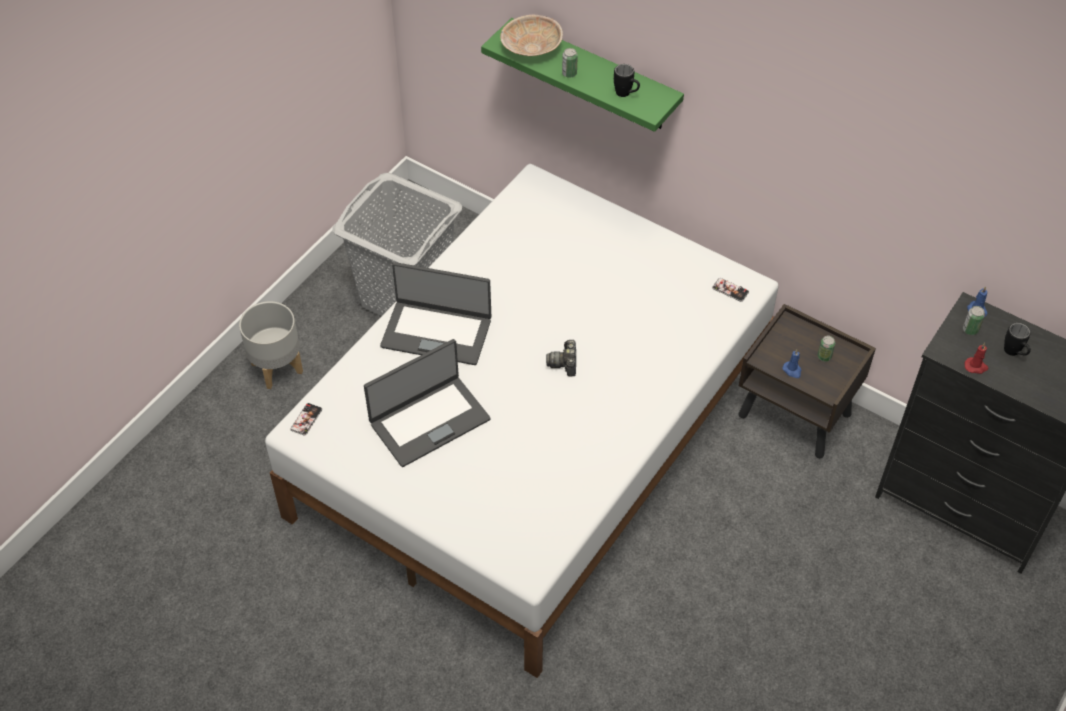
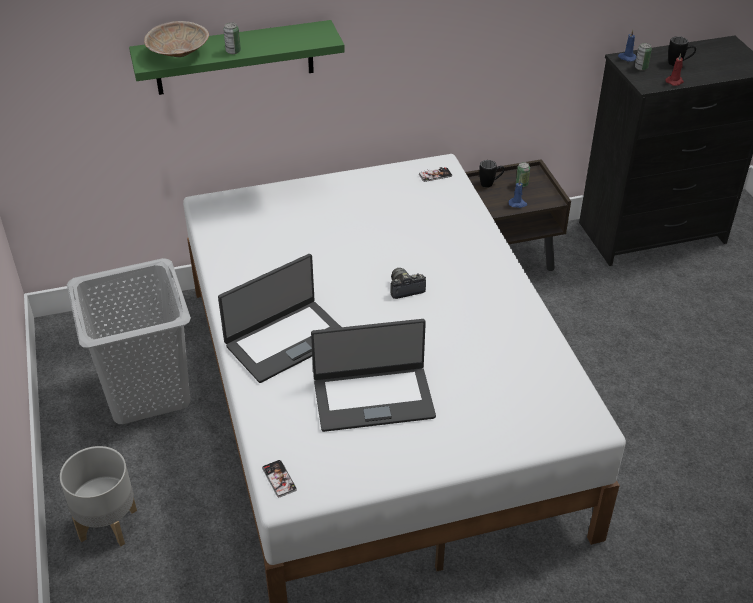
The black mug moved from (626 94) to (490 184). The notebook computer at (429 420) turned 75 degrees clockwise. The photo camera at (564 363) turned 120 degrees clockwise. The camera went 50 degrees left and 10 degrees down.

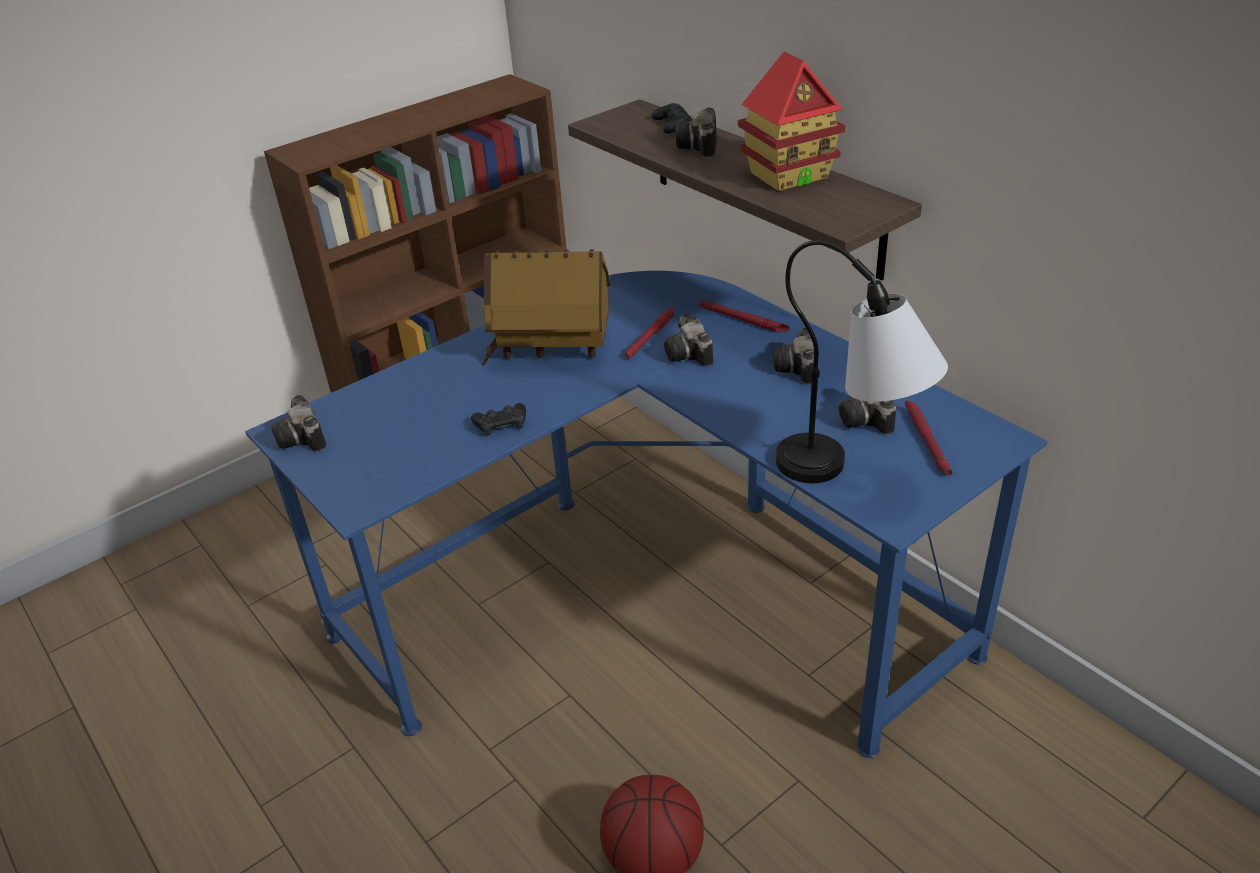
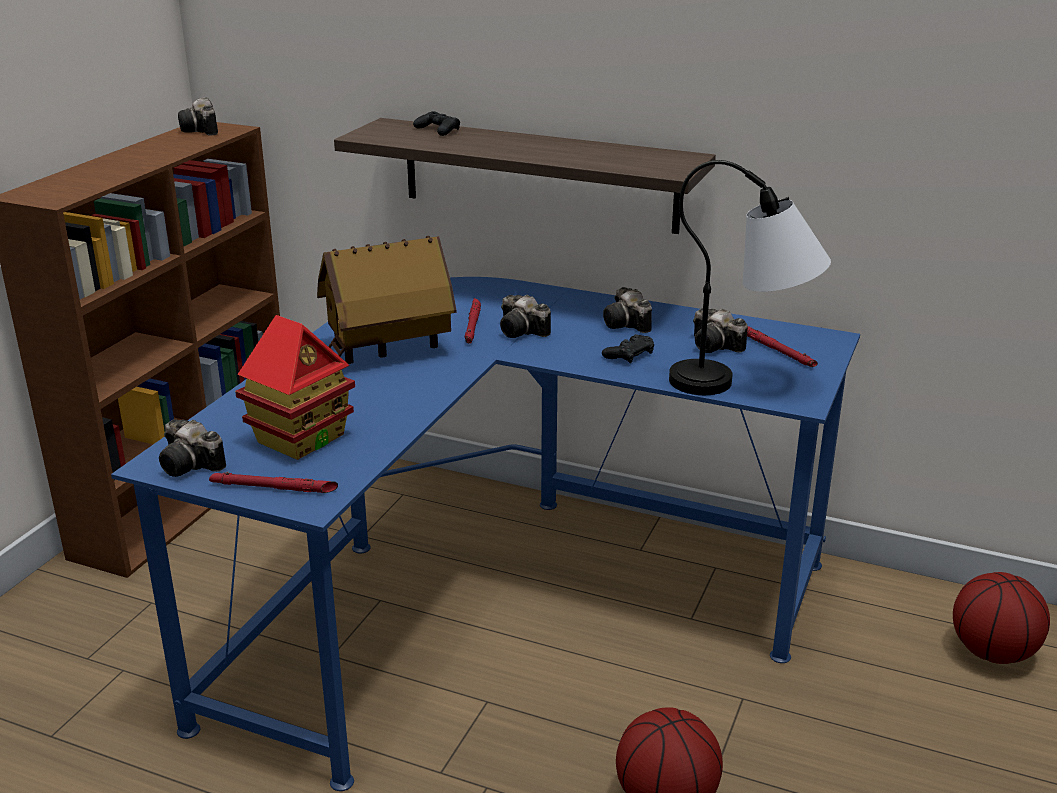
The miniature house moved from (789 175) to (301 438). The photo camera moved from (700 147) to (202 131). The red-coloured flashlight moved from (743 320) to (273 487). The black game controller moved from (501 424) to (629 355). The basketball at (991 652) appeared. The camera went 30 degrees left and 10 degrees down.

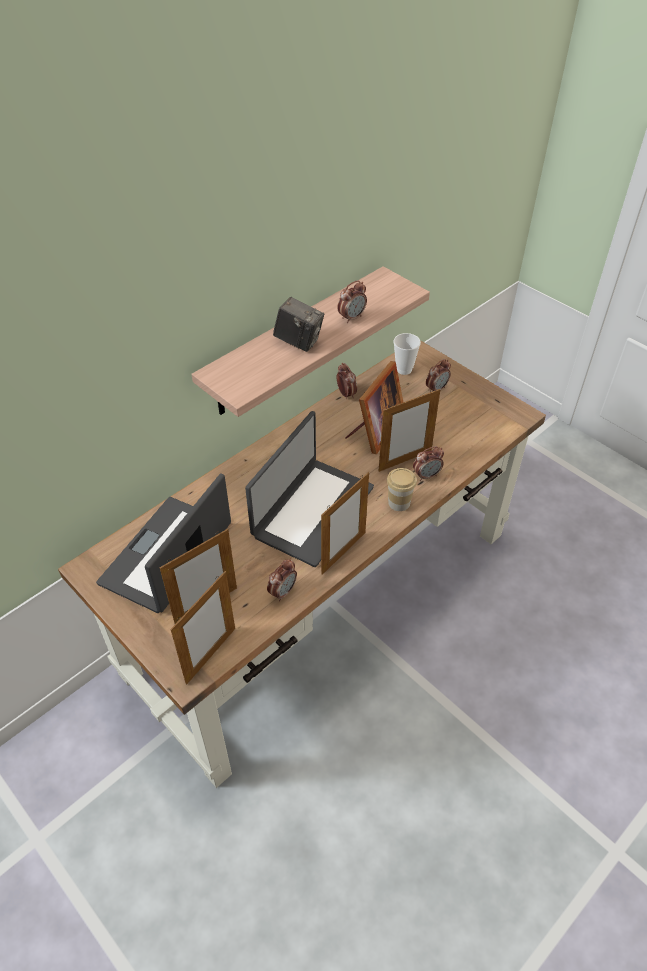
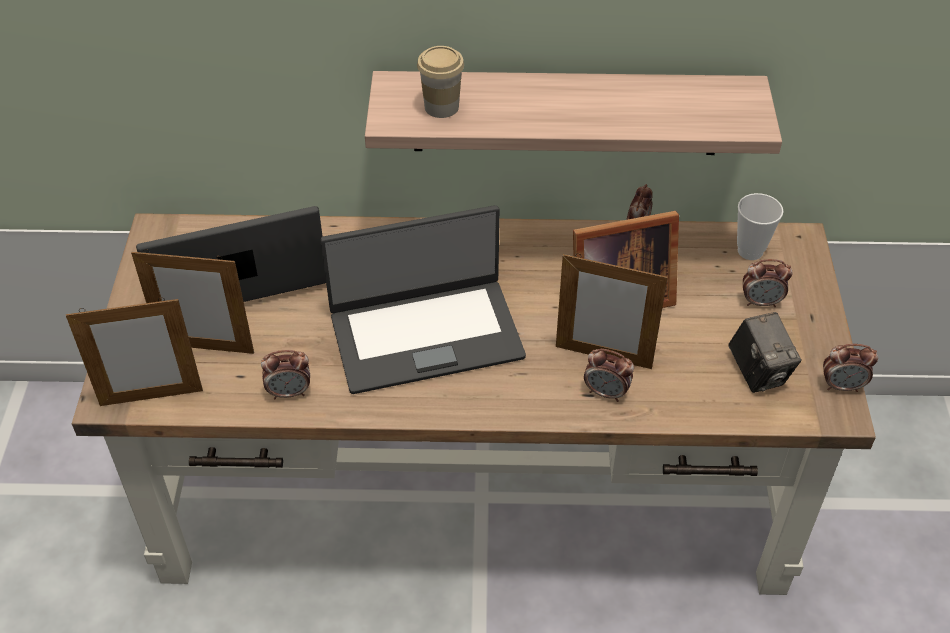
The table clock moved from (351 317) to (842 386). The photo camera moved from (299 341) to (758 372). The small cup moved from (399 503) to (441 107). The picture frame at (343 553) disappeared. The camera went 45 degrees right and 0 degrees up.

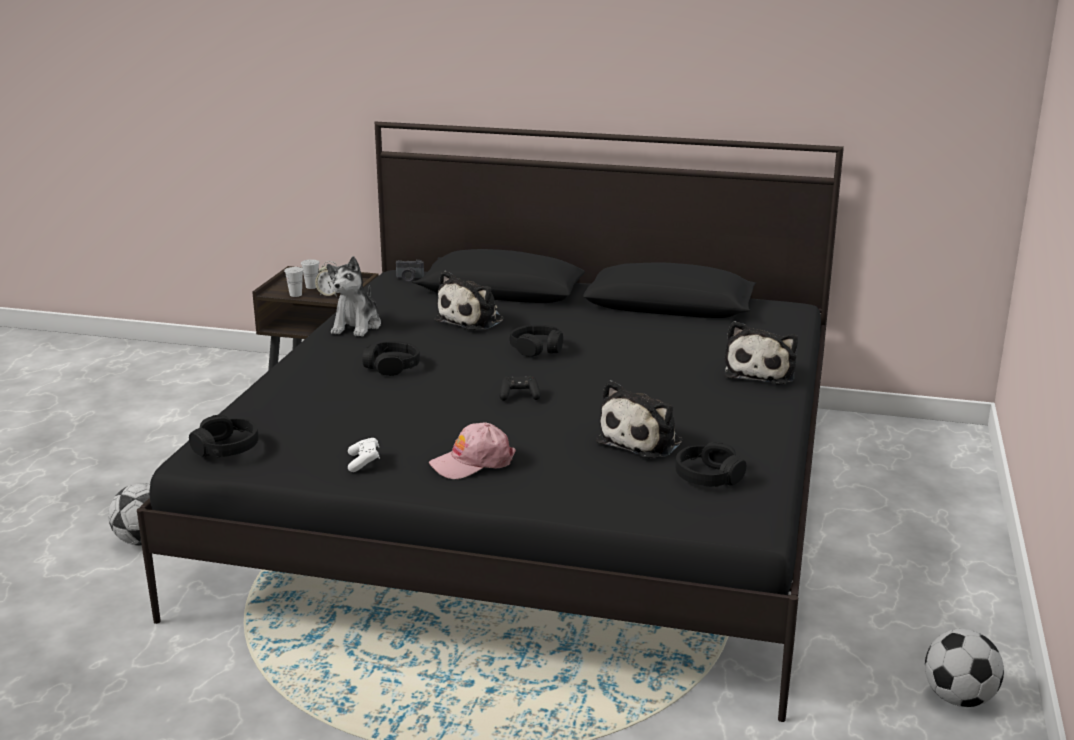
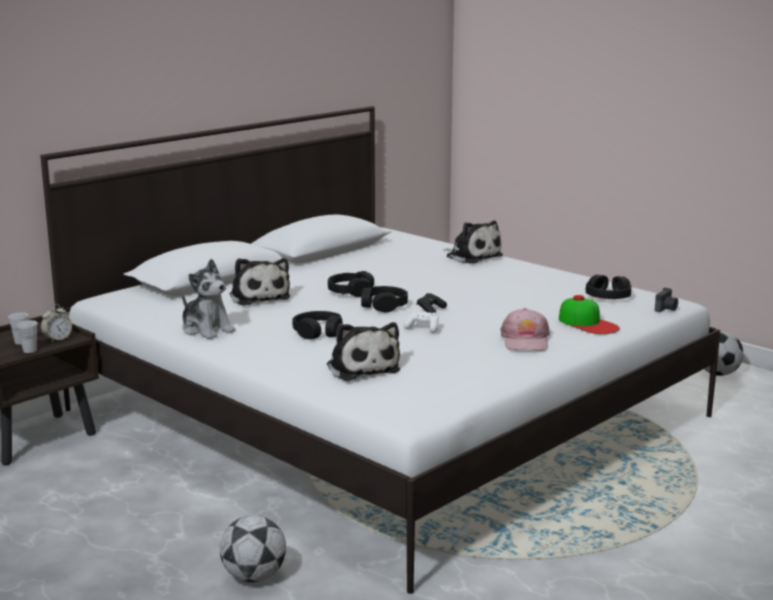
The black bed at (538 500) became the white bed at (386 412). The photo camera moved from (409 279) to (666 309). The cuddly toy moved from (643 440) to (362 368). The black headset moved from (226 448) to (384 306). The white game controller moved from (364 462) to (423 328). The baseball cap at (588 323) appeared. The camera went 60 degrees left and 5 degrees down.

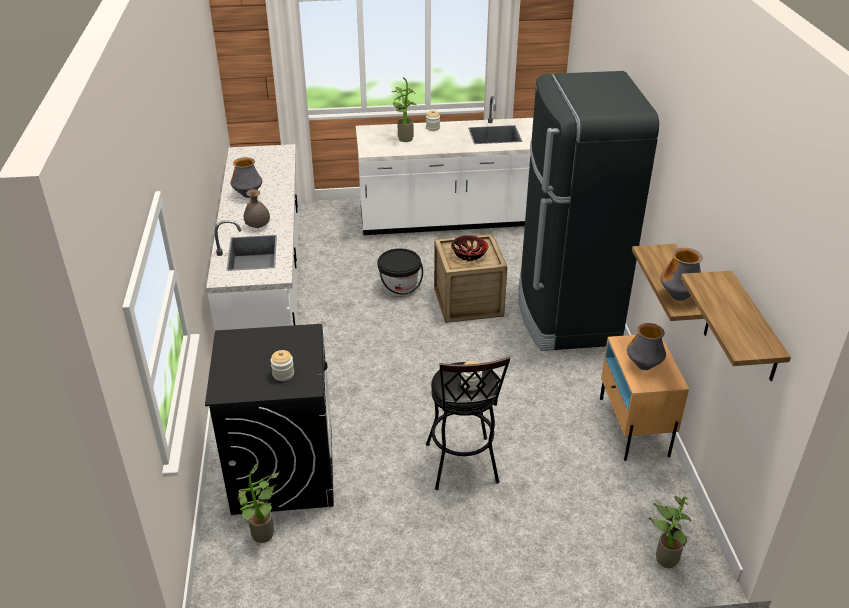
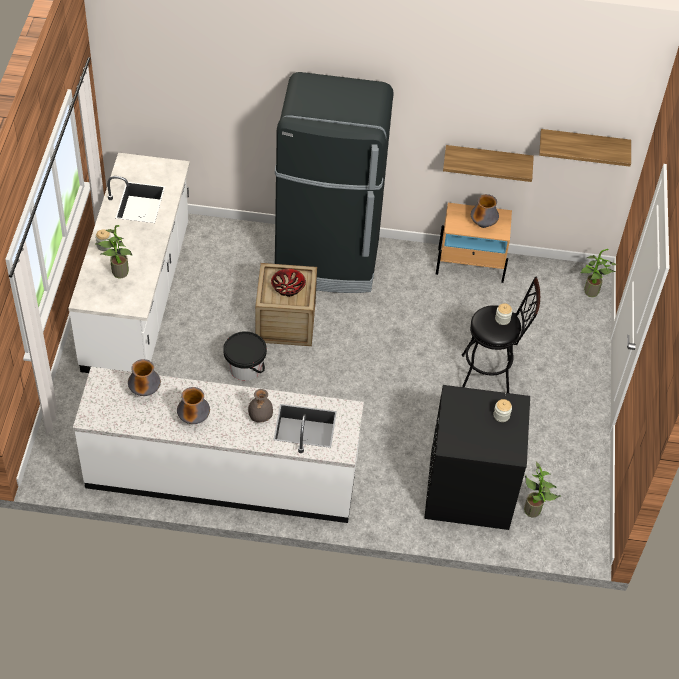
The vase moved from (678 297) to (145 391). The camera went 80 degrees left and 15 degrees up.

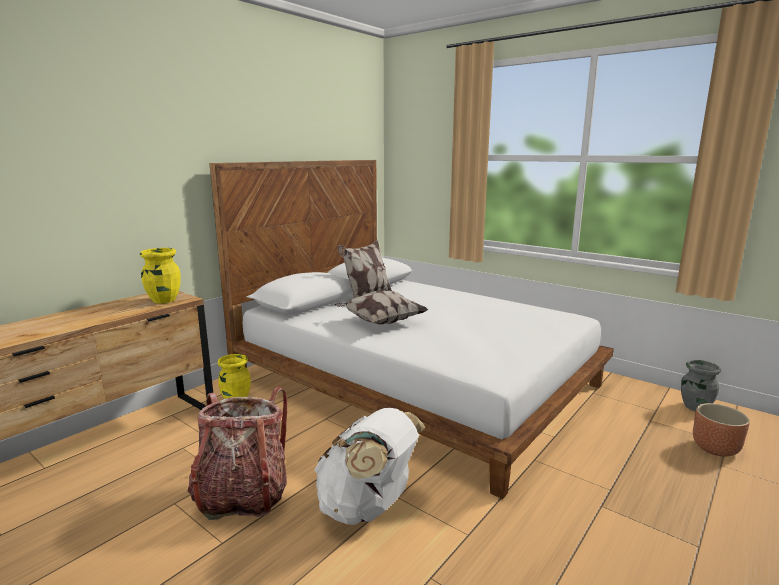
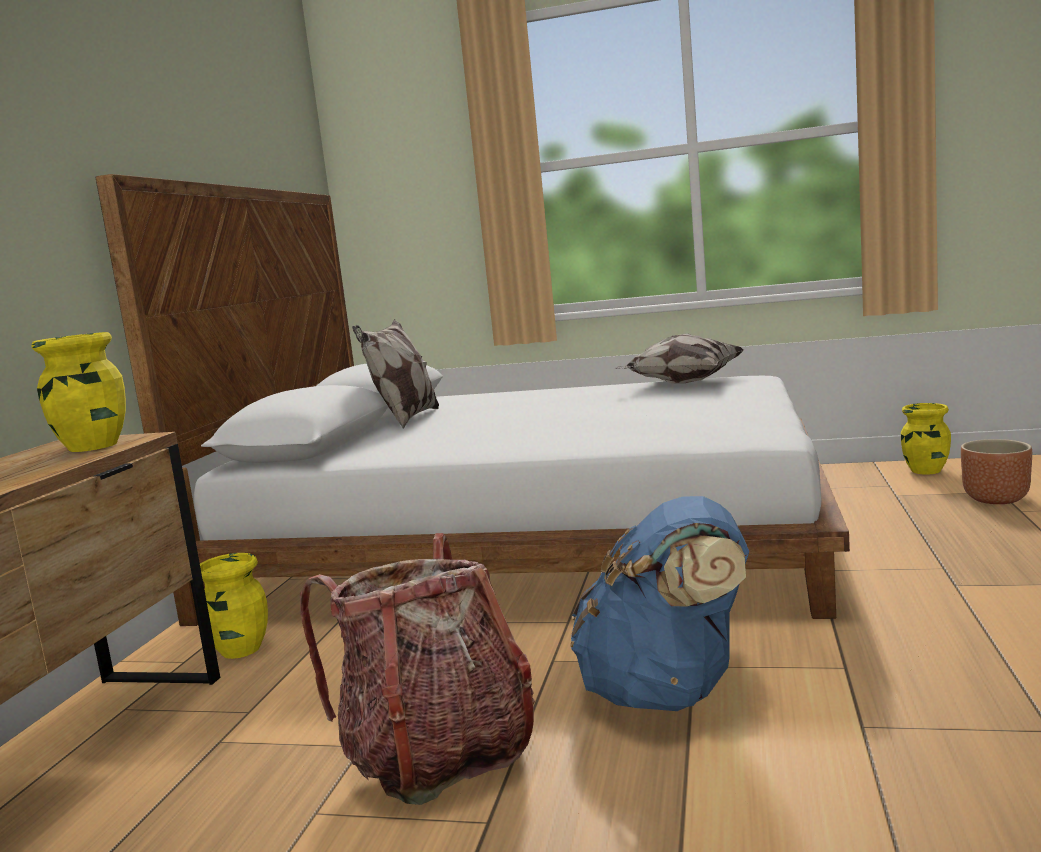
The pillow moved from (380 322) to (681 383). The gray vase at (695 407) became the yellow vase at (925 471). The white rucksack at (368 507) became the blue-coloured rucksack at (667 691). The camera went 25 degrees left and 5 degrees down.

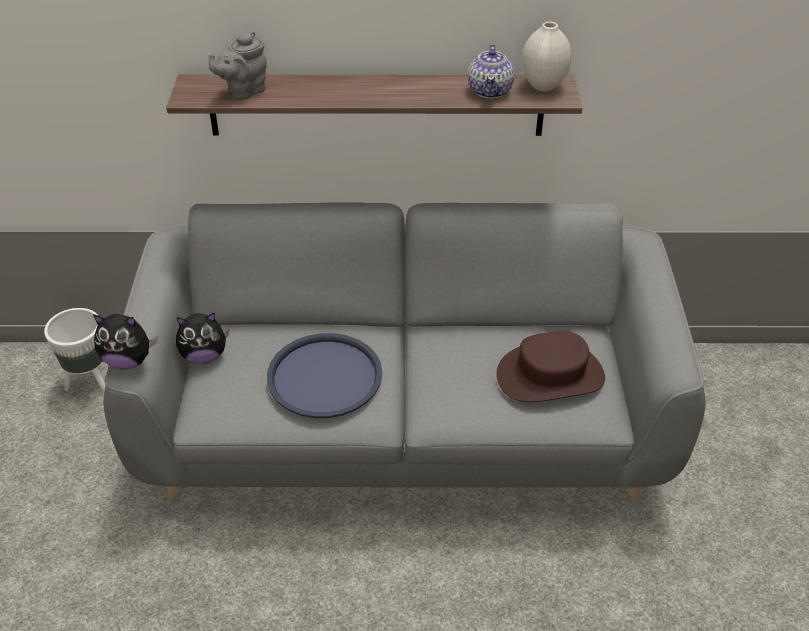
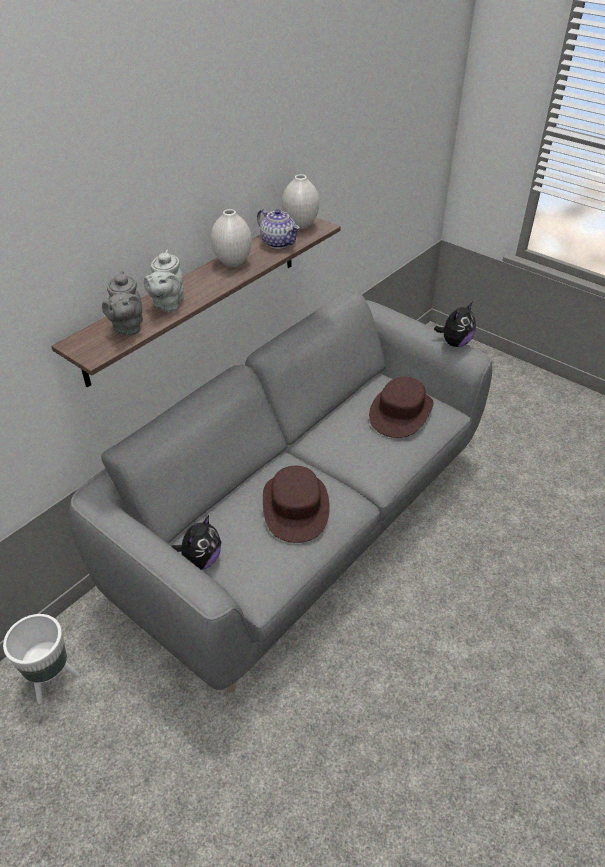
The cuddly toy moved from (128 361) to (455 343). The blue-coloured carrying tray at (325 376) was replaced by the brown clothing hat at (296 507). The white vase at (233 263) appeared. The gray tea pot at (167 304) appeared. The camera went 50 degrees left and 0 degrees up.

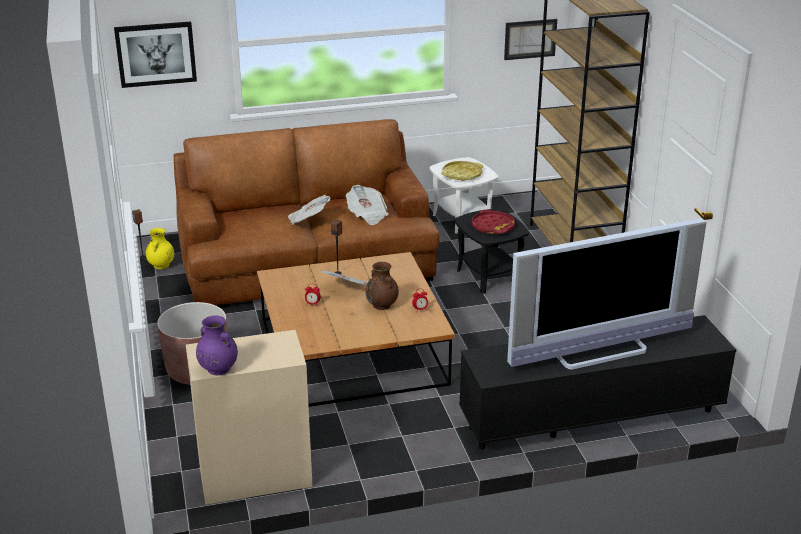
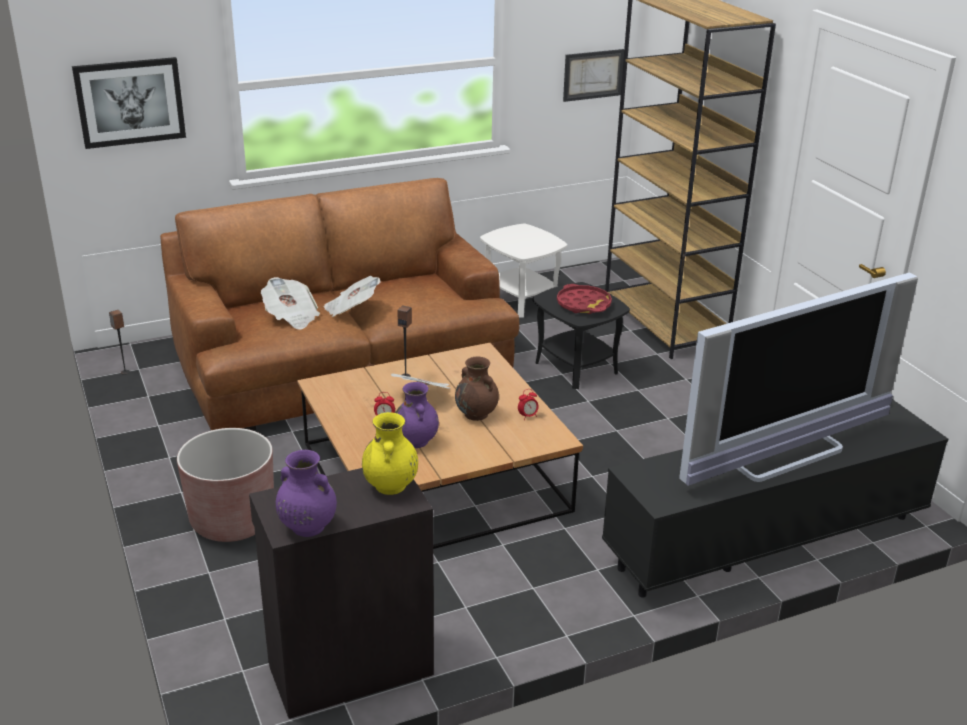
The yellow carrying tray at (462 174) disappeared. The printed paper moved from (367 215) to (291 317). The yellow vase moved from (161 265) to (390 486). The beige-coloured storage cabinet at (254 476) became the black storage cabinet at (348 667). The purple-coloured vase at (416 441) appeared. The camera went 10 degrees left and 0 degrees up.

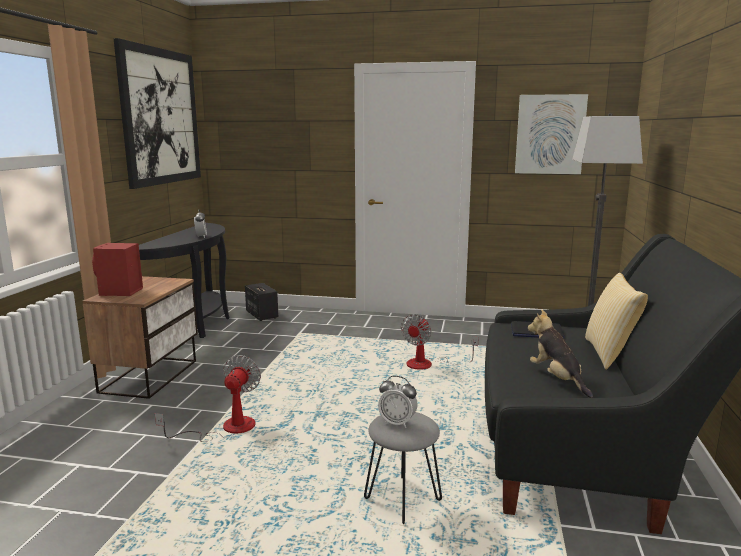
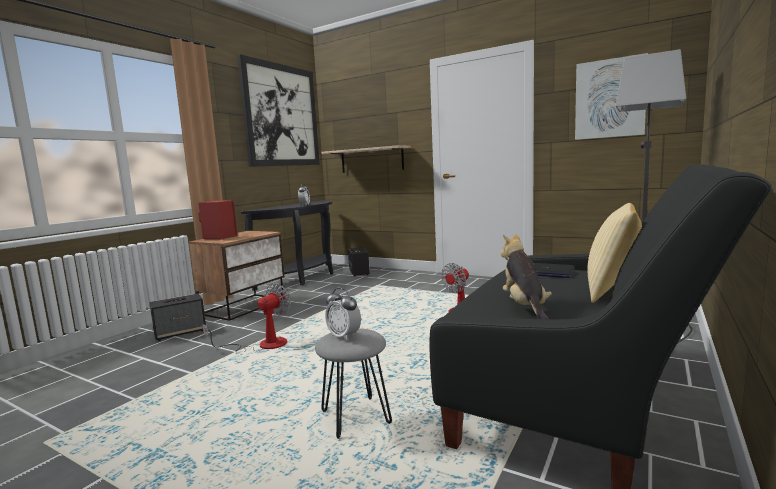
The shelf at (371 160) appeared. The loudspeaker at (181 332) appeared. The camera went 20 degrees right and 5 degrees down.

